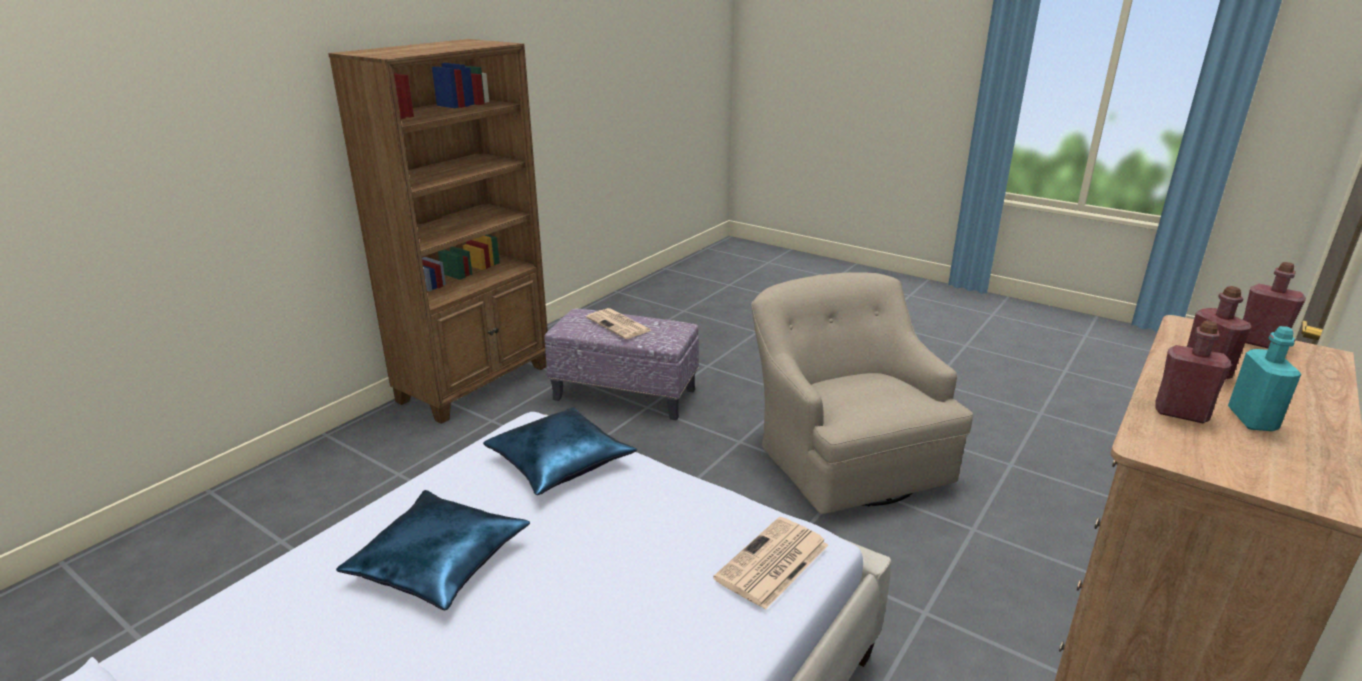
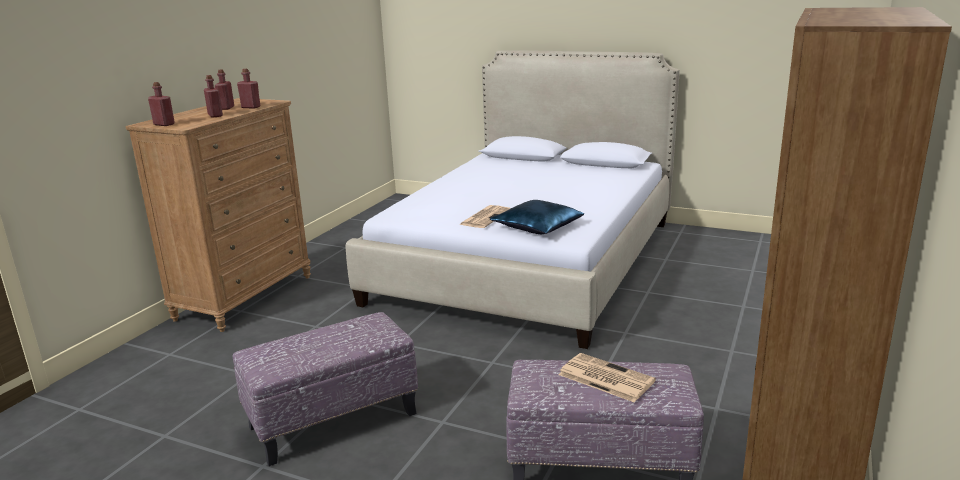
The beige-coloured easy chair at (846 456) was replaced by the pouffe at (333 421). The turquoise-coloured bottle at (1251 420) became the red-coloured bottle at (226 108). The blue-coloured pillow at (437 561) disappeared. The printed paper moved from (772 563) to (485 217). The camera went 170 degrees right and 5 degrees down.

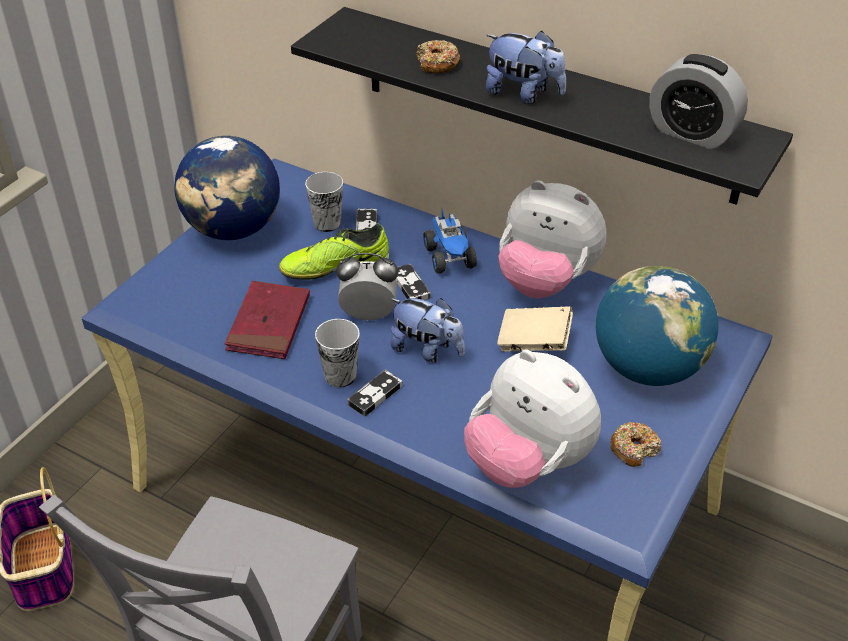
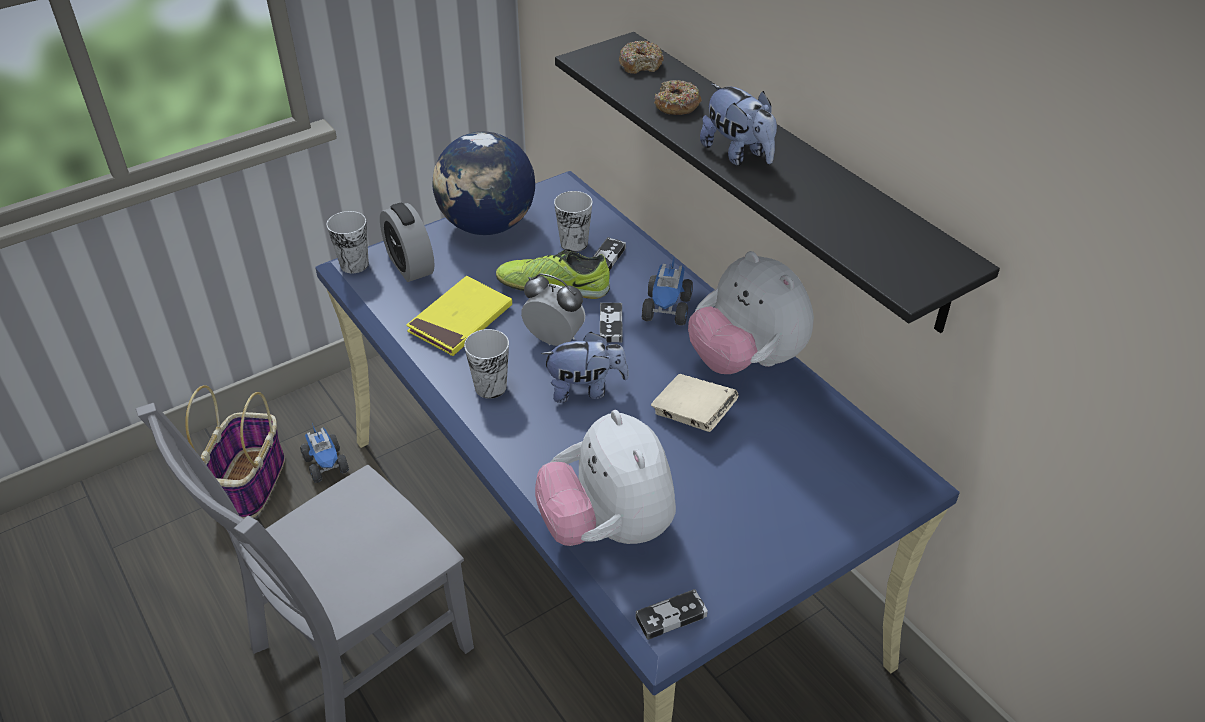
The table clock moved from (691 133) to (410 265). The world globe at (647 368) disappeared. The red-coloured book at (269 324) became the yellow book at (460 320). The cuddly toy at (427 350) turned 60 degrees counterclockwise. The game controller moved from (375 395) to (671 617). The ring doughnut moved from (634 449) to (641 64). The small cup at (354 264) appeared. The toy truck at (327 465) appeared. The camera went 25 degrees right and 0 degrees up.

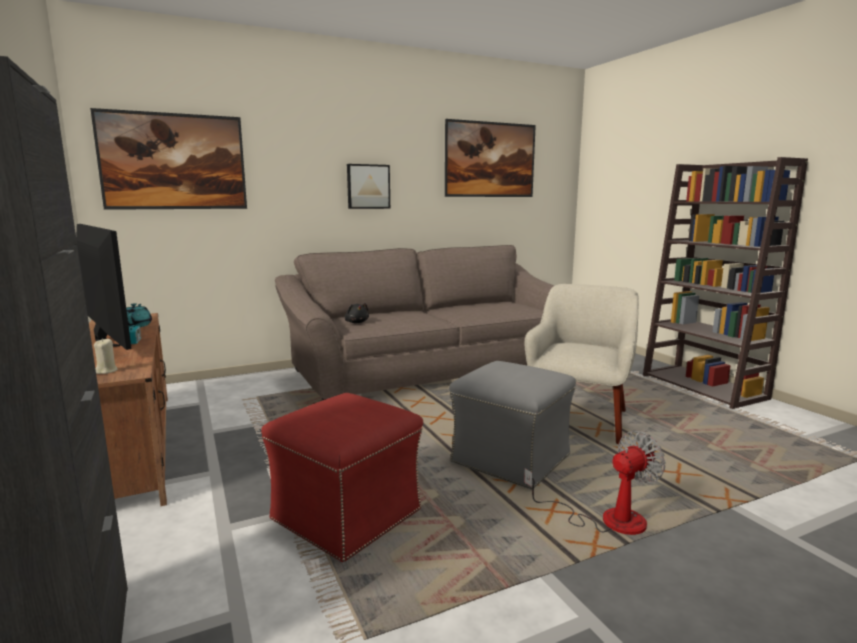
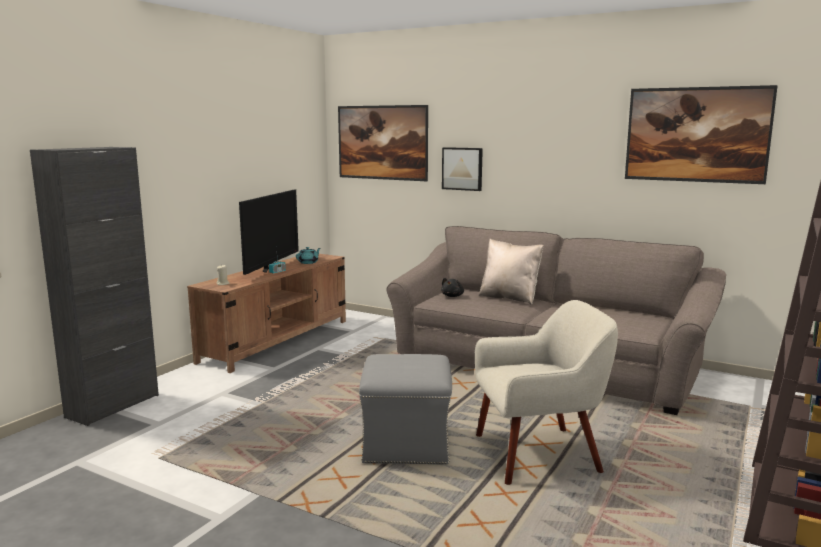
The wall art moved from (368 186) to (462 168). The red-coloured pouffe at (348 514) disappeared. The electric fan at (607 519) disappeared. The beige-coloured pillow at (509 298) appeared. The camera went 55 degrees right and 0 degrees up.

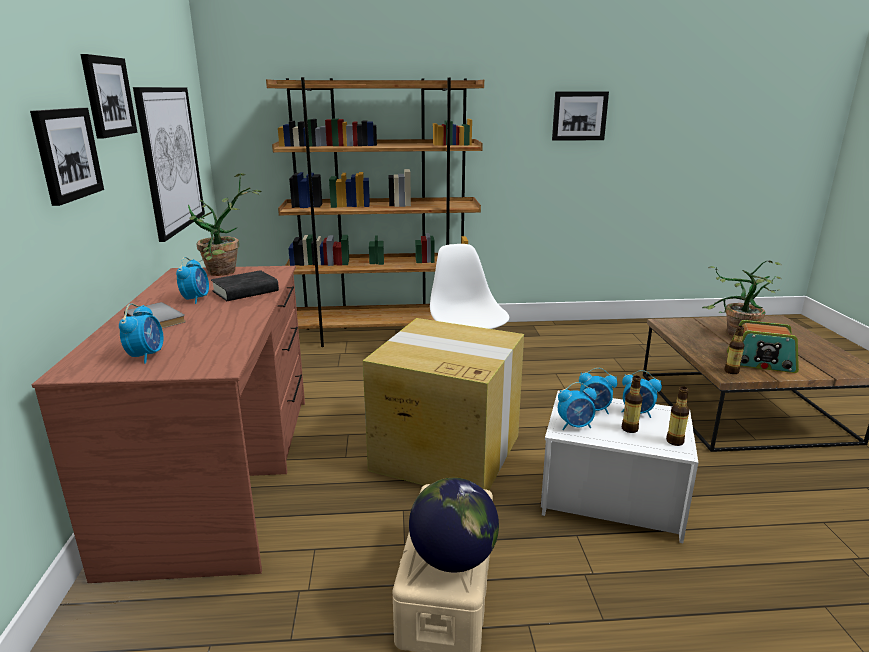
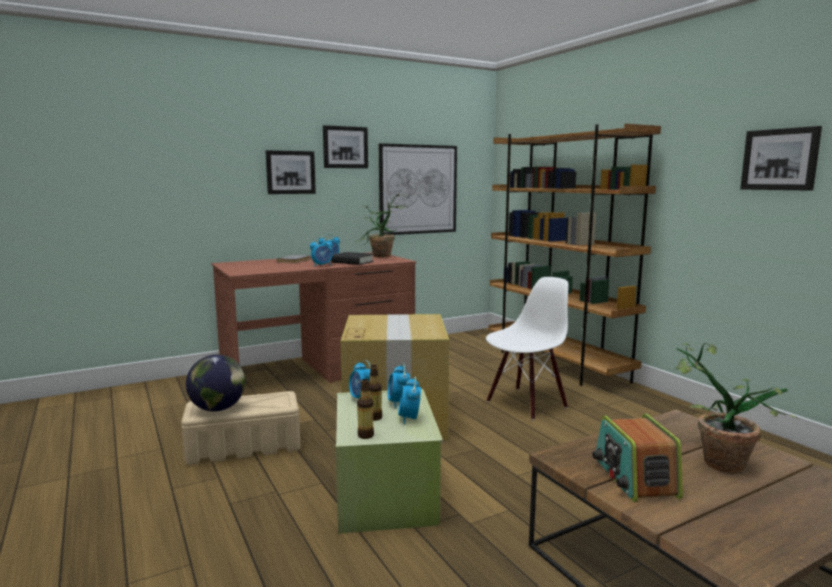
The table clock moved from (146 356) to (322 265). The bottle at (731 371) disappeared. The white storage container at (610 496) became the green storage container at (386 491). The camera went 65 degrees right and 10 degrees down.

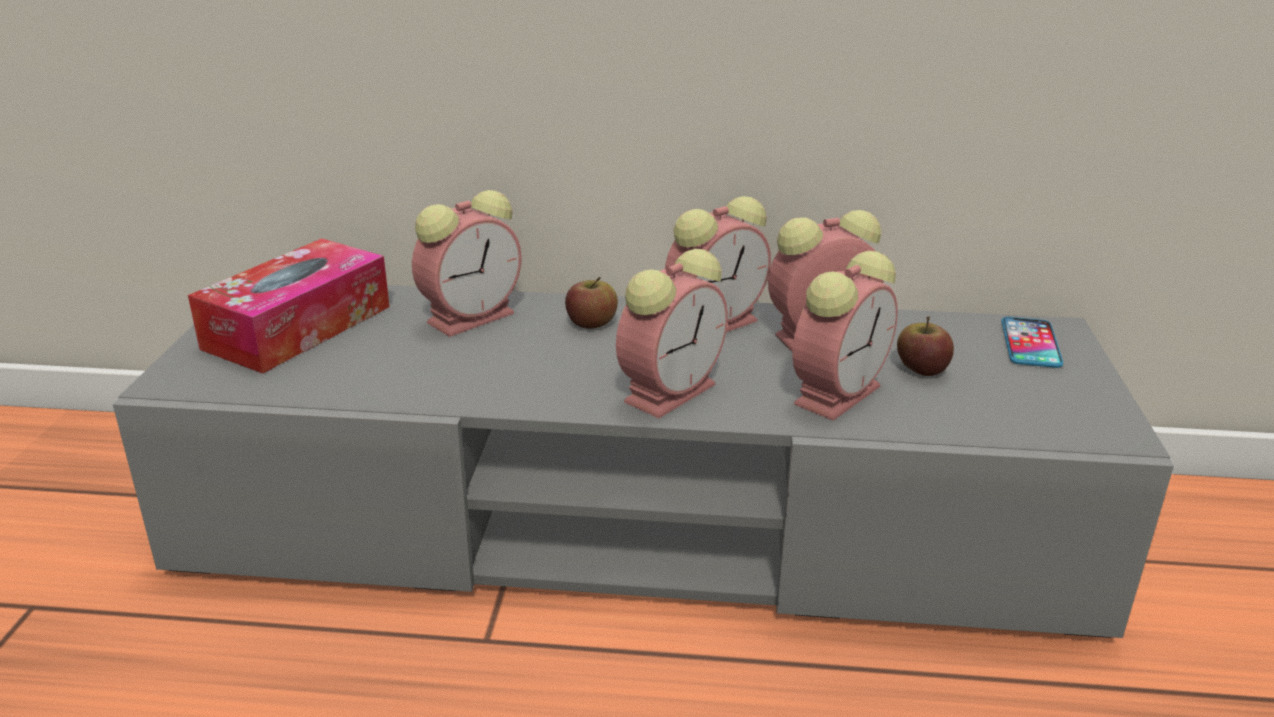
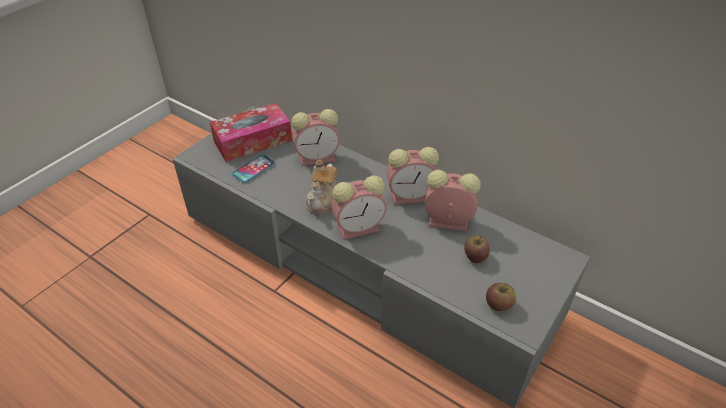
The table clock at (838 393) disappeared. The apple fruit moved from (591 323) to (499 304). The phone moved from (1030 343) to (254 169). The tea pot at (323 199) appeared. The camera went 30 degrees right and 15 degrees up.

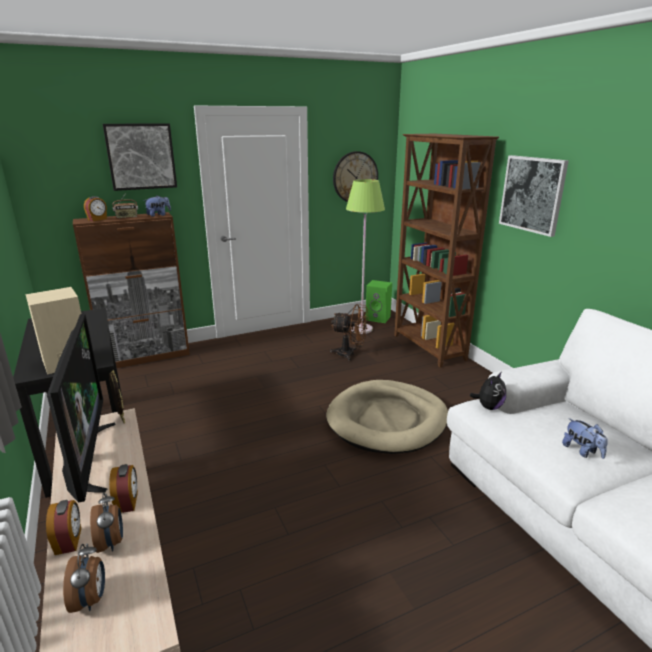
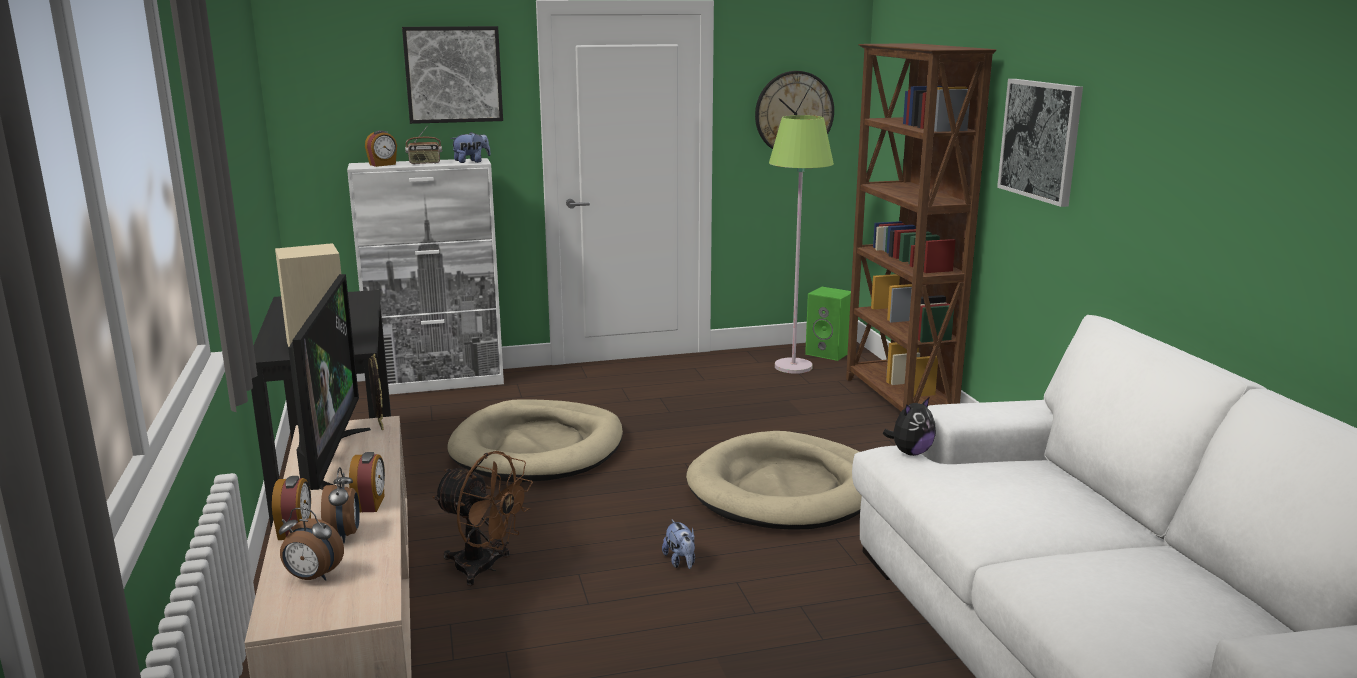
The brown storage cabinet at (146 357) became the white storage cabinet at (438 383). The brown electric fan moved from (350 354) to (485 568). The cuddly toy moved from (582 451) to (681 562). The table clock at (91 599) turned 105 degrees clockwise. The beige-coloured dog cushion at (538 448) appeared. The camera went 10 degrees right and 5 degrees down.

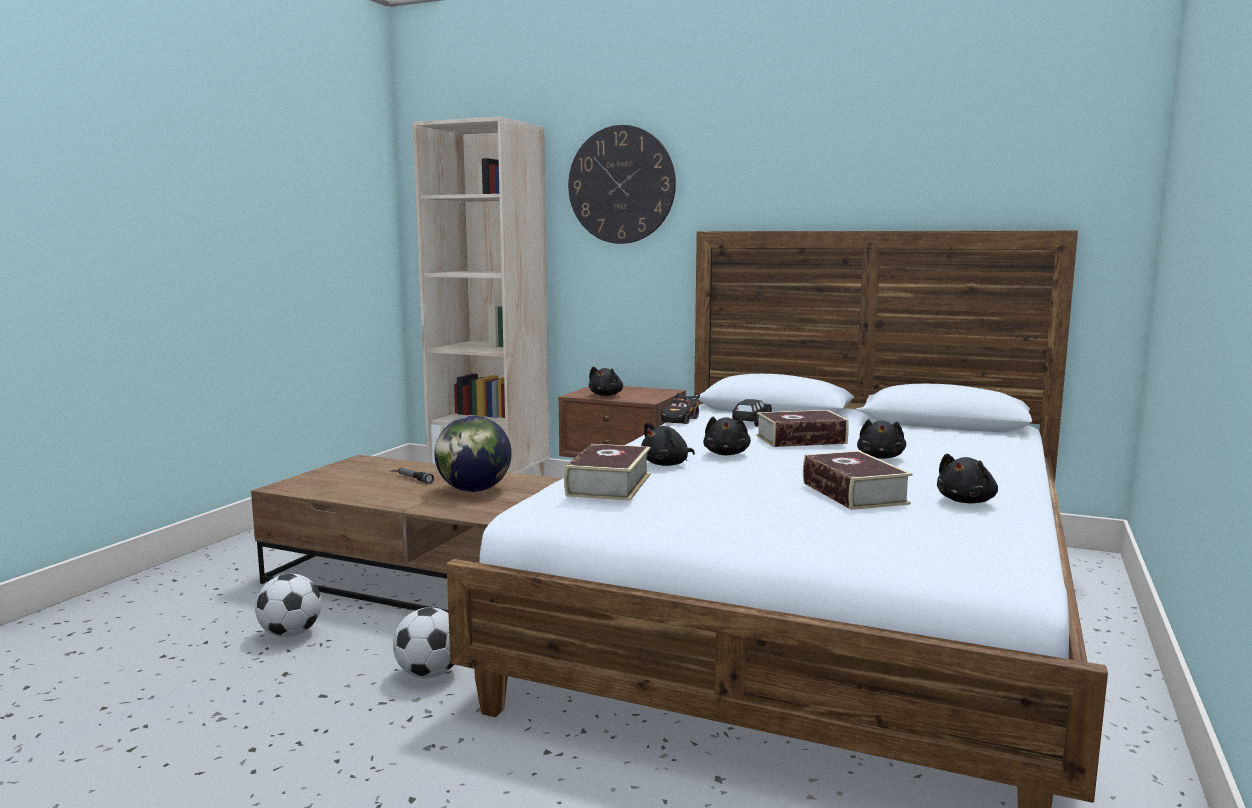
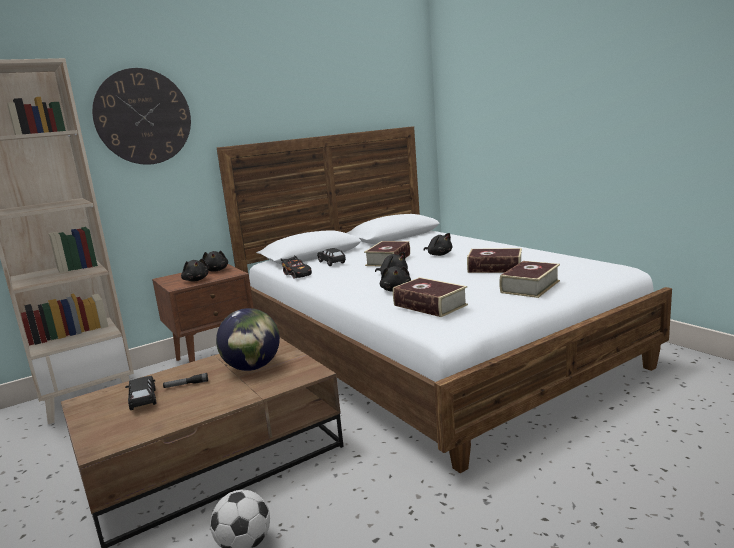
The black cuddly toy moved from (967 501) to (216 270). The football ball at (429 674) disappeared. The book at (530 286) appeared. The black miniature car at (143 400) appeared. The camera went 55 degrees left and 5 degrees up.

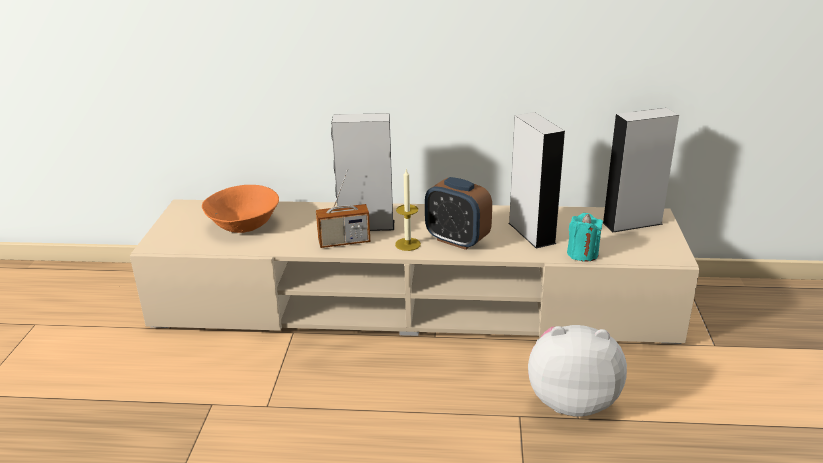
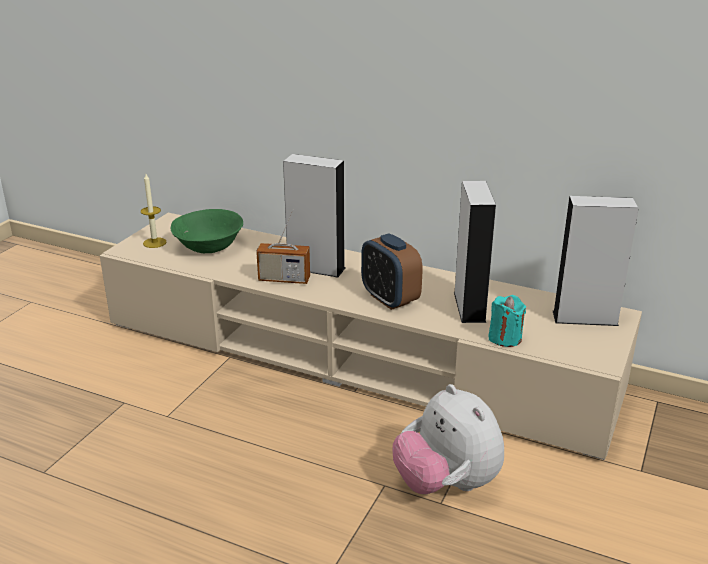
The wax light moved from (408 244) to (154 242). The orange-coloured deep dish at (244 224) became the green deep dish at (209 246). The cuddly toy at (571 400) turned 150 degrees counterclockwise. The camera went 20 degrees right and 0 degrees up.

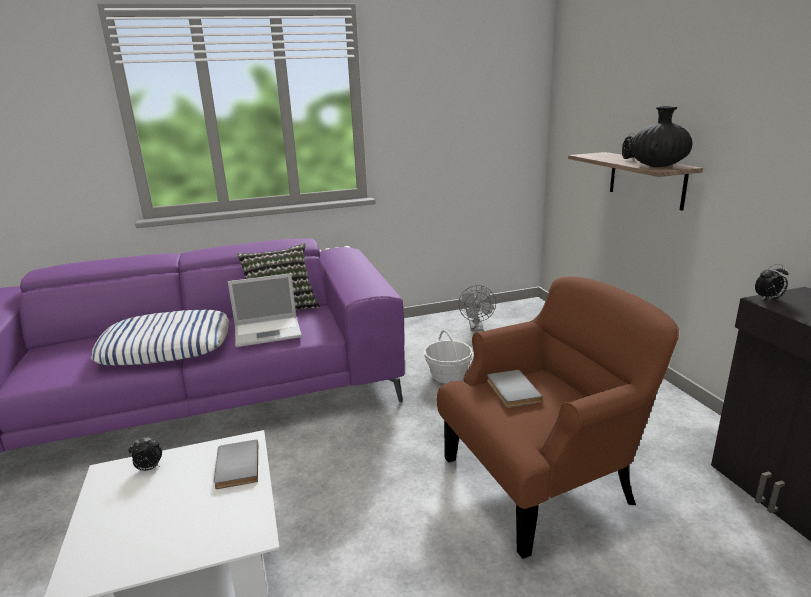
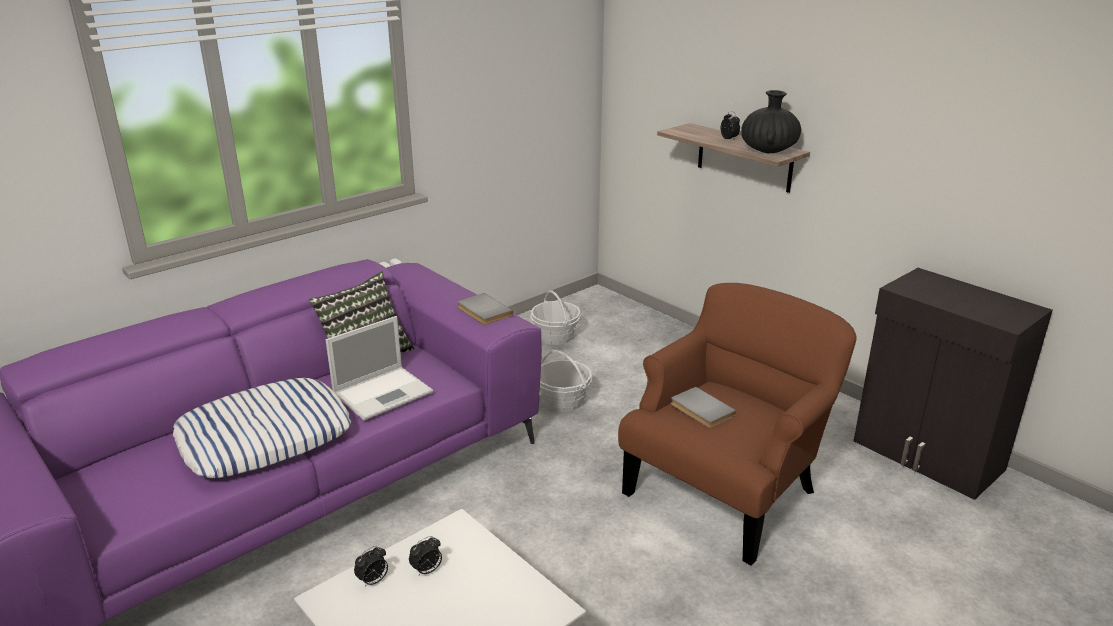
The table clock moved from (768 298) to (427 571). The gray electric fan at (476 328) was replaced by the household basket at (555 337). The gray book moved from (235 466) to (482 311). The camera went 25 degrees left and 5 degrees up.

